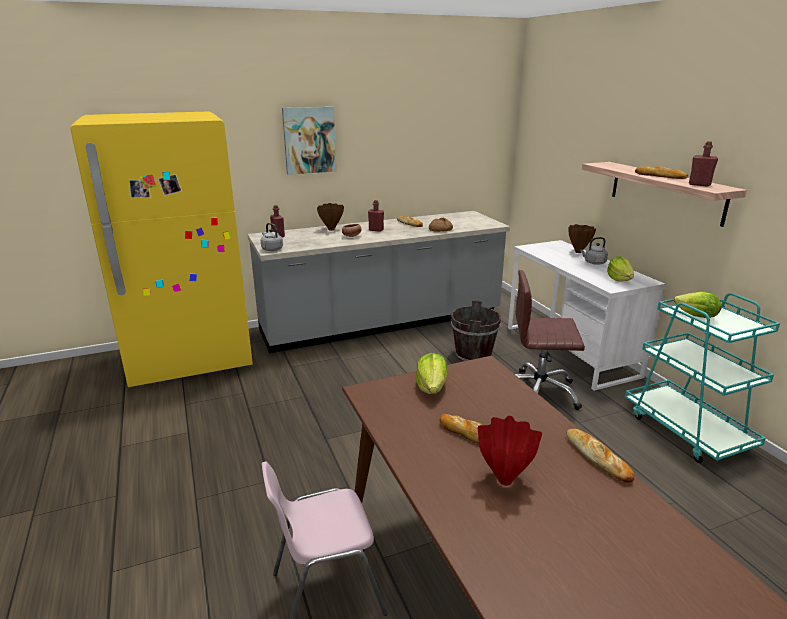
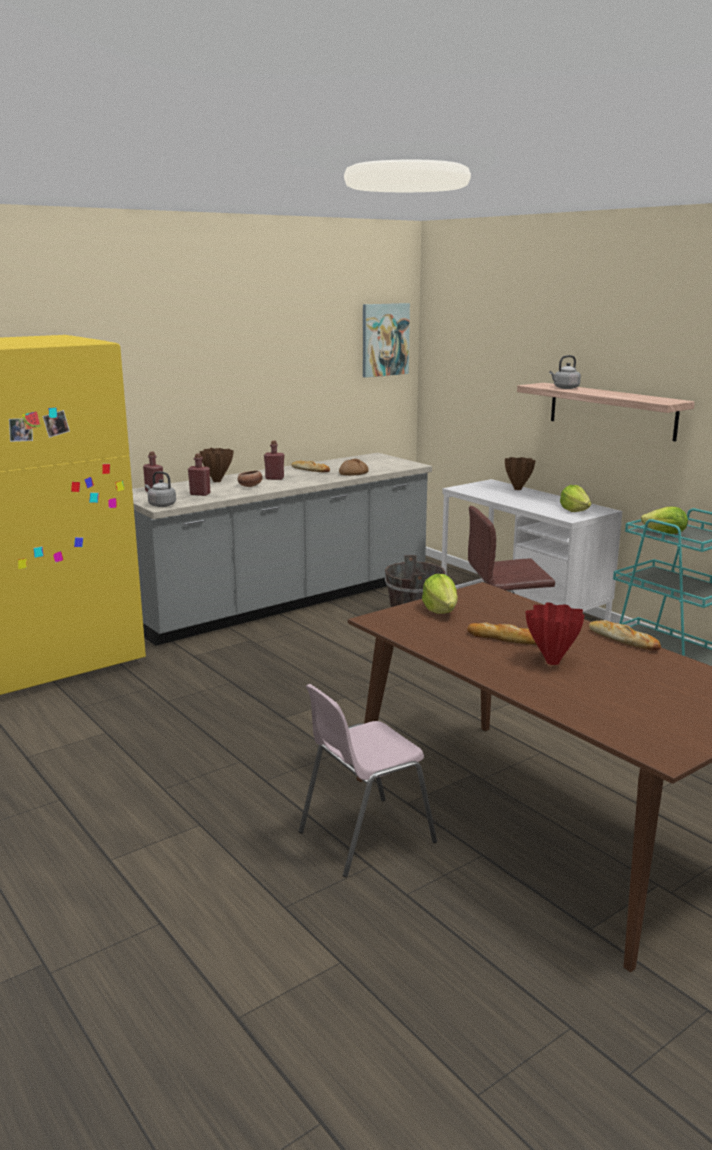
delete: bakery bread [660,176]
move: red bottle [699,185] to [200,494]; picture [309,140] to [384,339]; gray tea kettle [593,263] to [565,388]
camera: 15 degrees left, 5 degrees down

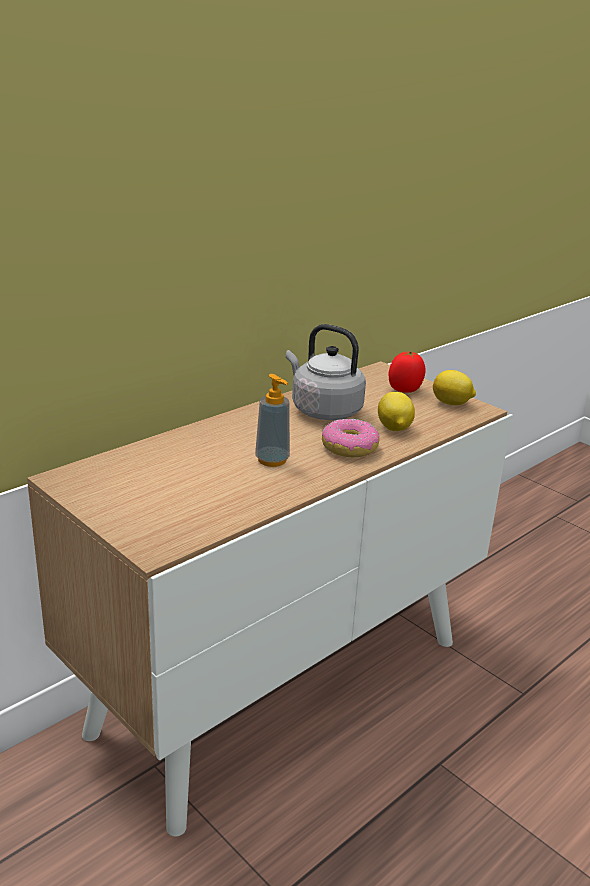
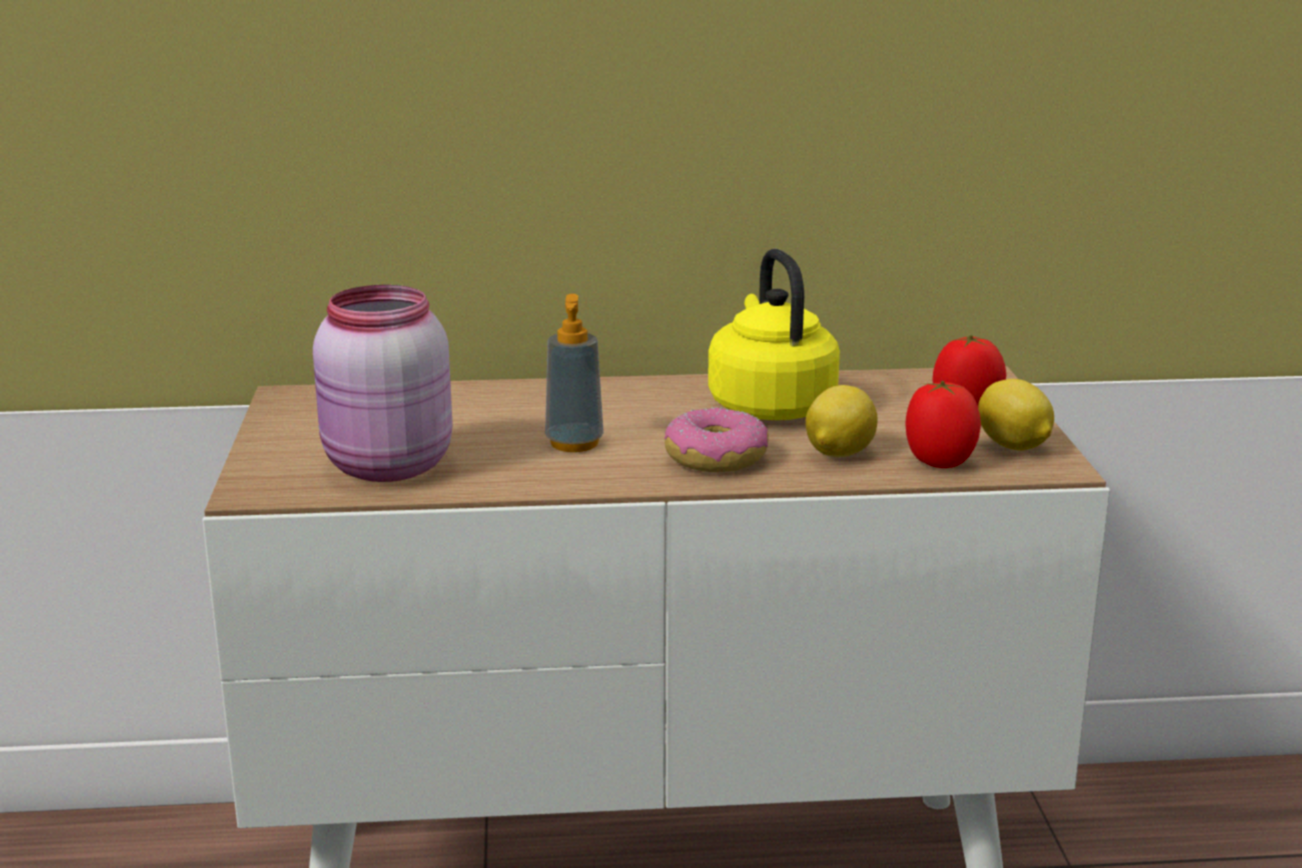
insert: pink-coloured preserve jar [385,467]; tomato [939,462]
recolor: gray tea kettle [323,410] to yellow-coloured tea kettle [769,406]
camera: 40 degrees right, 5 degrees down

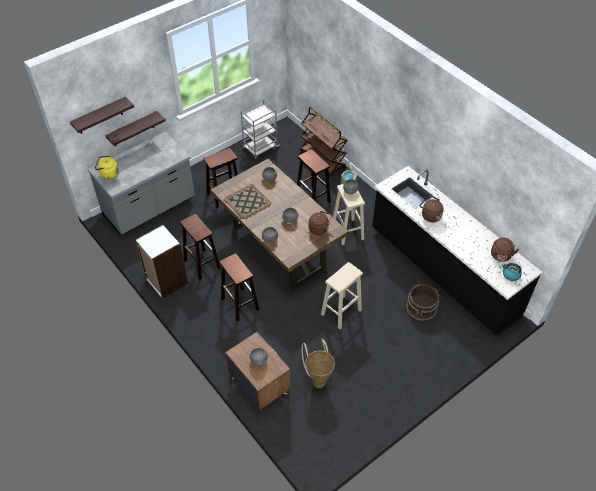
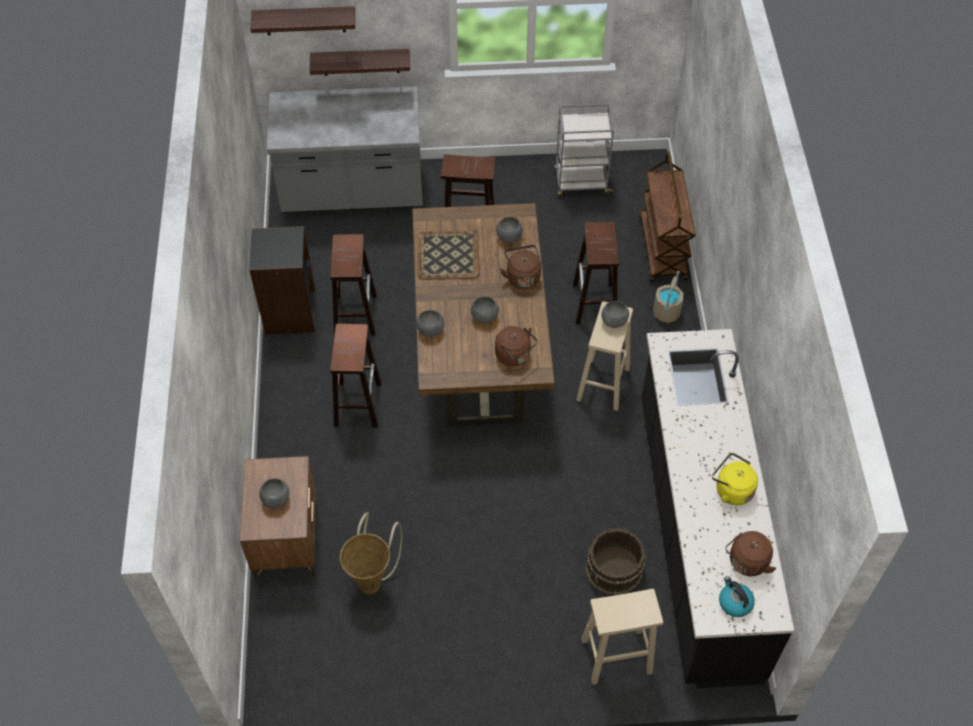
move: brown tea kettle [430,216] to [522,276]; sand-coloured stool seat [341,313] to [615,656]; yellow-coloured tea kettle [108,174] to [731,490]
recolor: white-coloured bookshelf [166,281] to blackish bookshelf [289,313]
camera: 35 degrees right, 5 degrees up

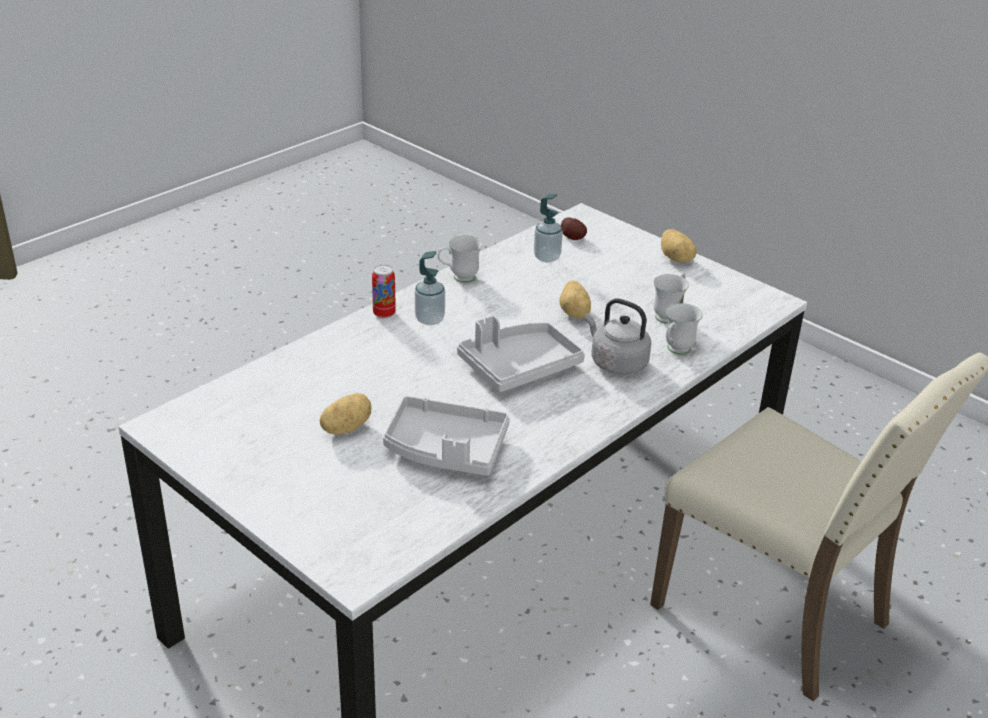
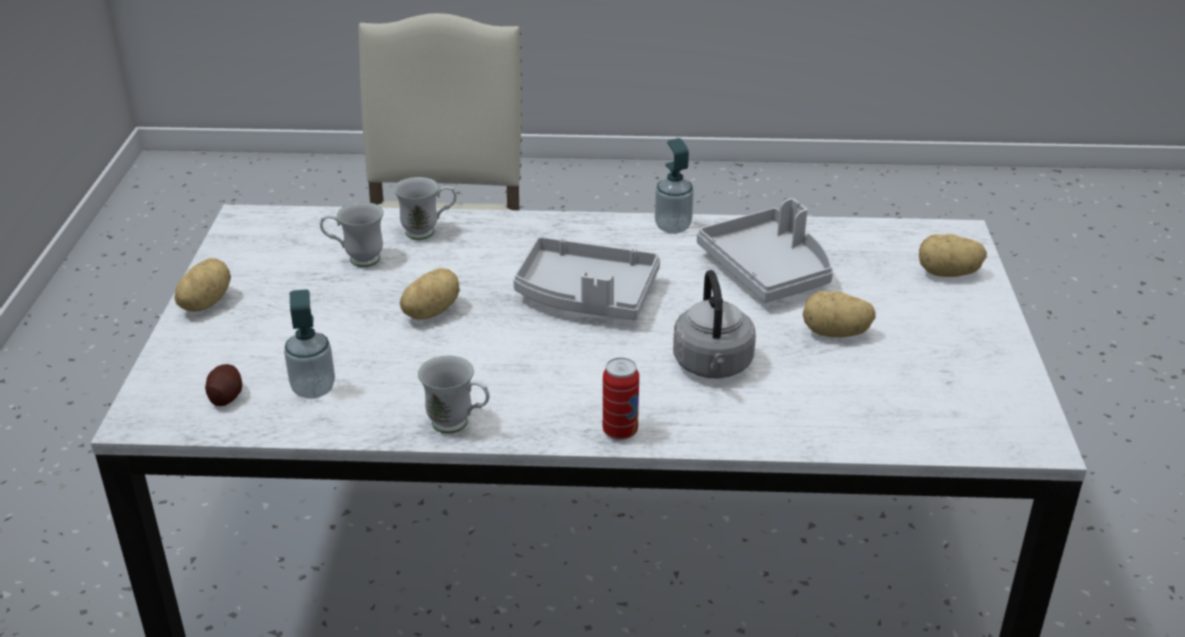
insert: spud [948,274]
move: soap dispenser [429,319] to [673,227]; gray tea kettle [616,363] to [713,366]
camera: 130 degrees left, 0 degrees up

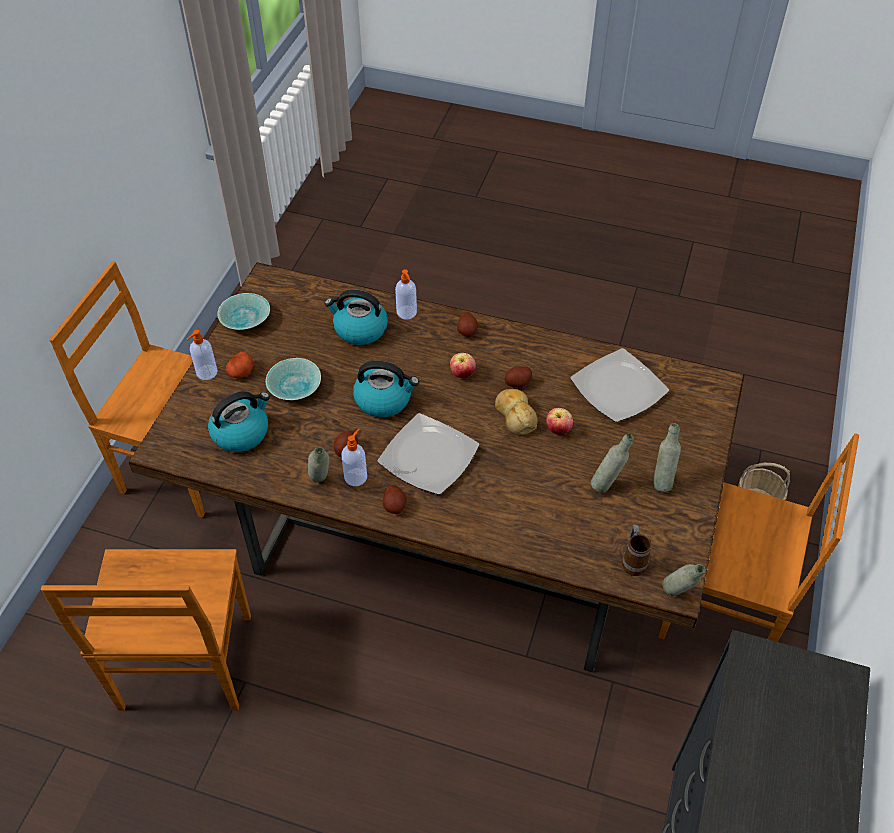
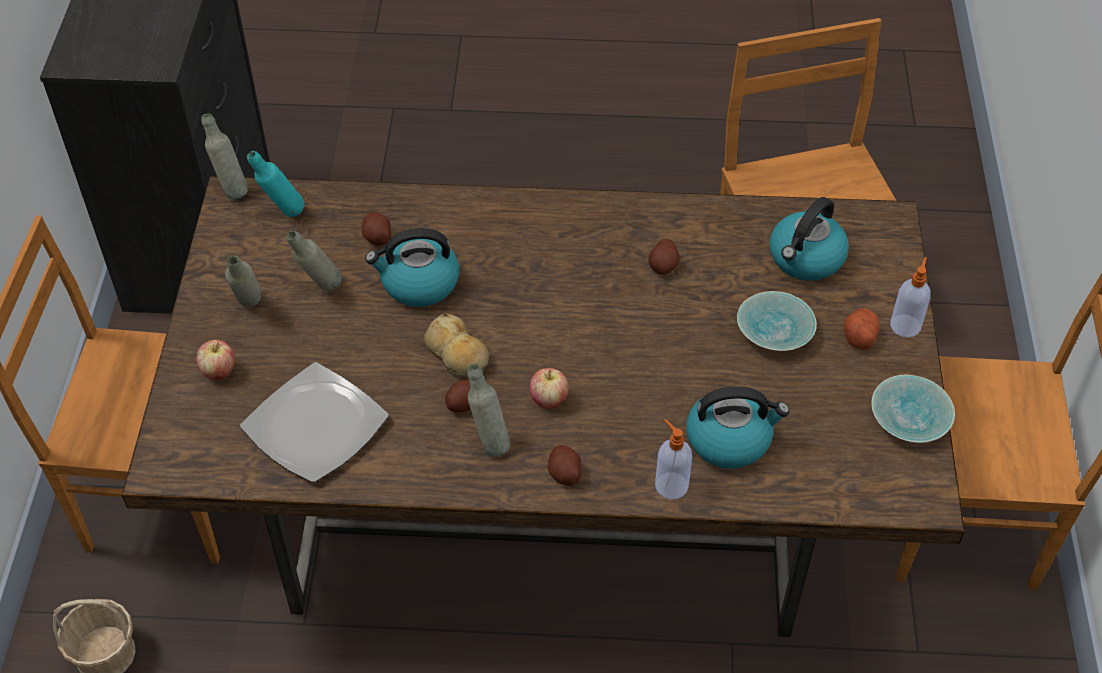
delete: soap dispenser [356,476]; dinner plate [429,456]
move: apple fruit [558,430] to [219,371]; spud [394,505] to [377,237]; tea kettle [384,399] to [418,284]; gray bottle [321,483] to [489,442]
replace: mug [633,561] to turquoise-coloured bottle [283,214]
camera: 165 degrees right, 0 degrees up

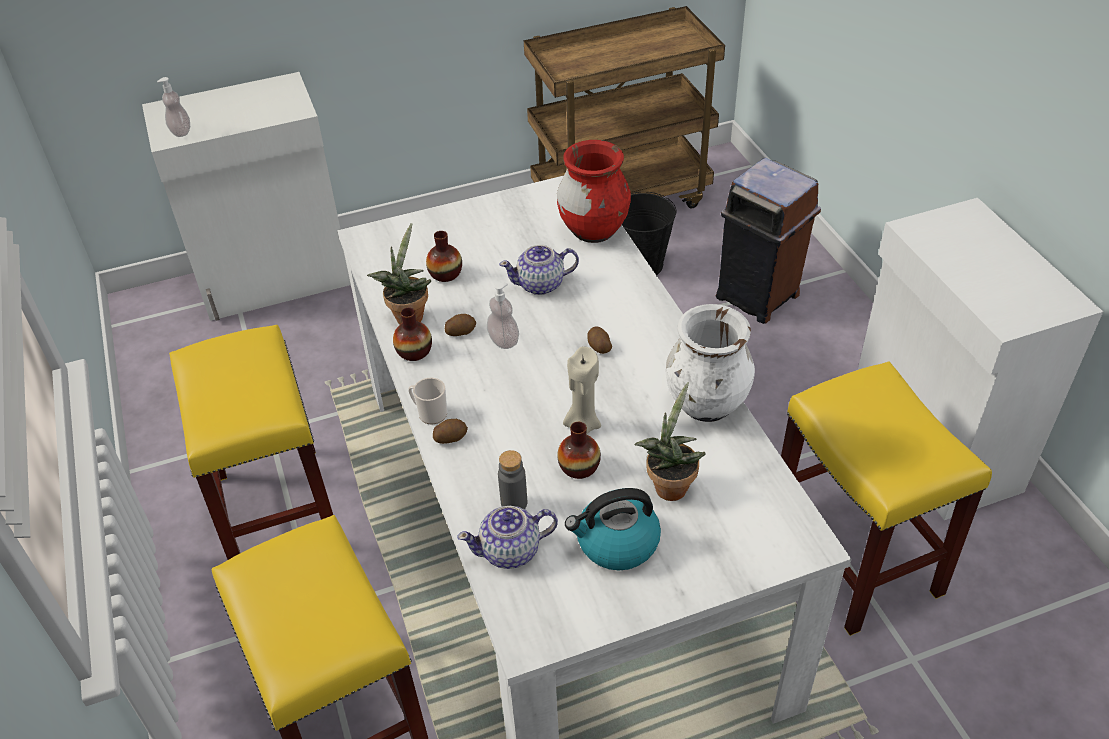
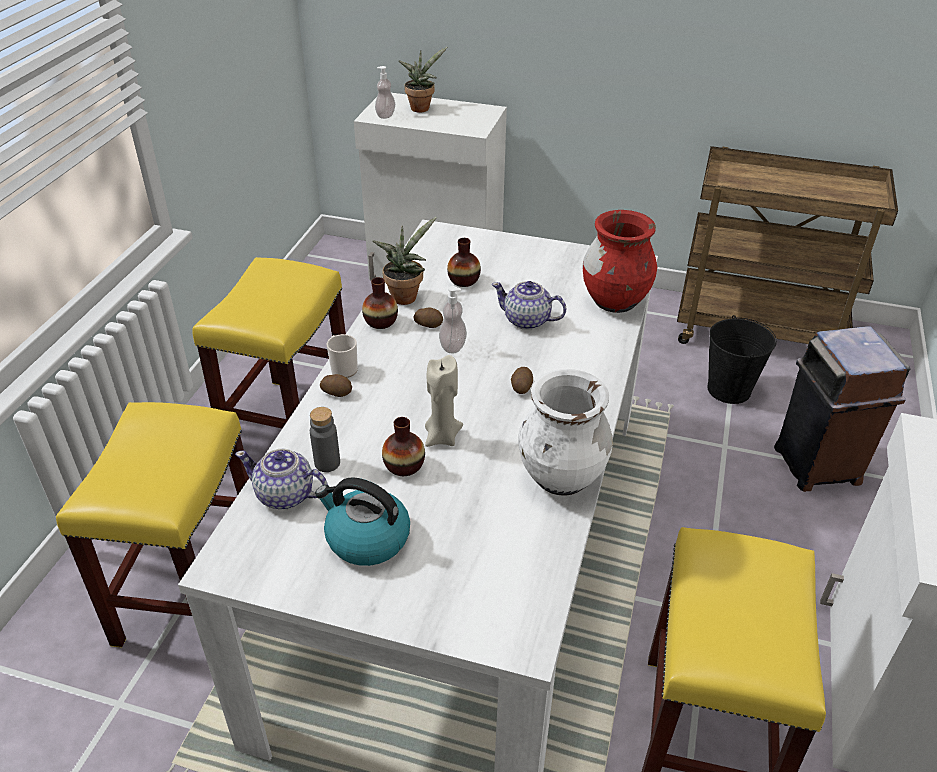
move: potted plant [669,484] to [421,107]
camera: 35 degrees right, 5 degrees down

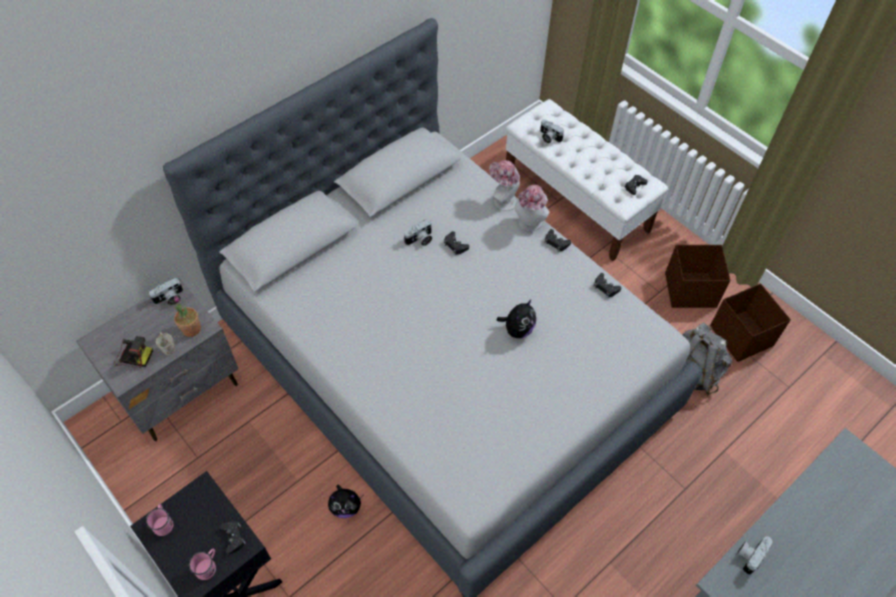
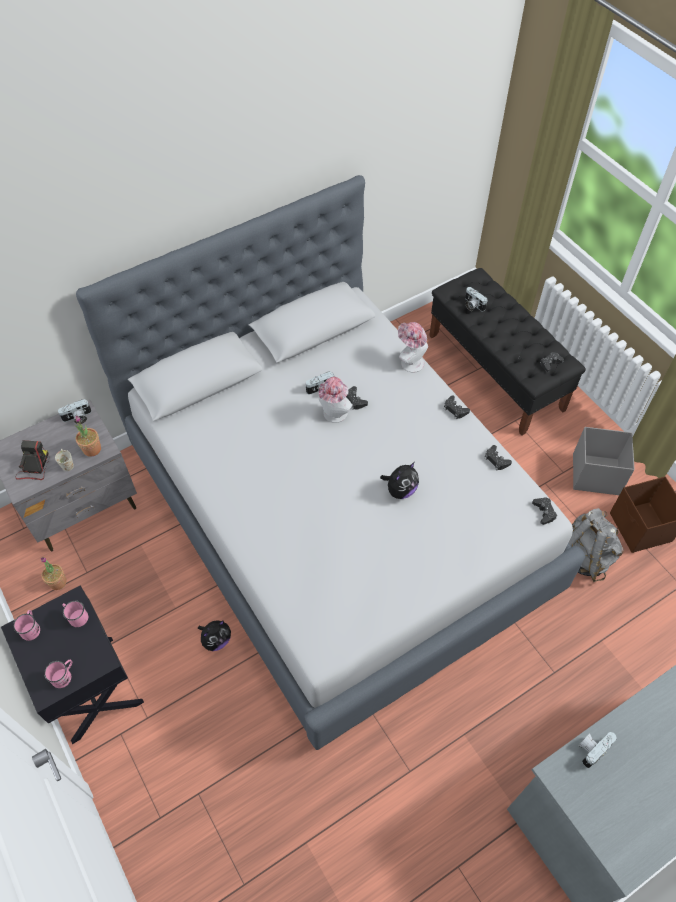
insert: potted plant [58,582]; pink-coloured mug [76,616]
move: wearable hat [529,224] to [333,415]; blackish gamepad [233,537] to [544,512]
recolor: white-coloured bench [576,201] to blackish bench [495,372]; brown storage container [689,290] to gray storage container [594,474]
rotate: photo camera [133,355] = [34,467] 105 degrees counterclockwise; soft toy [346,507] = [216,640] 45 degrees counterclockwise
camera: 10 degrees right, 0 degrees up

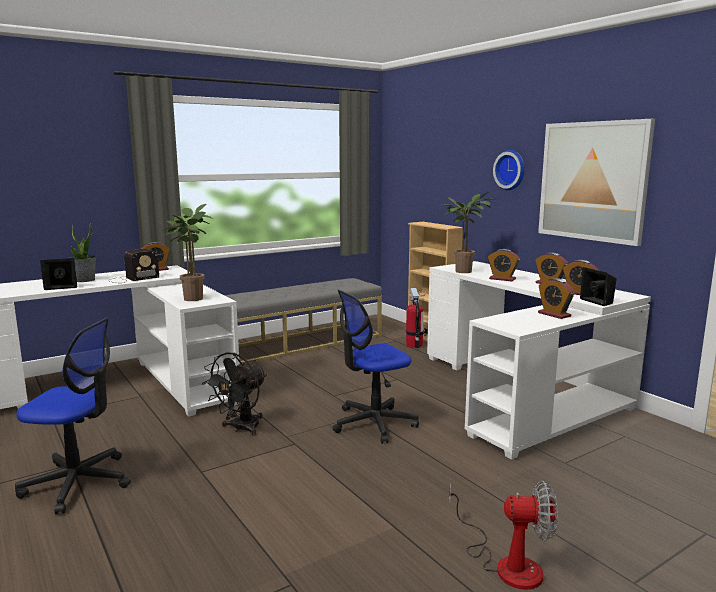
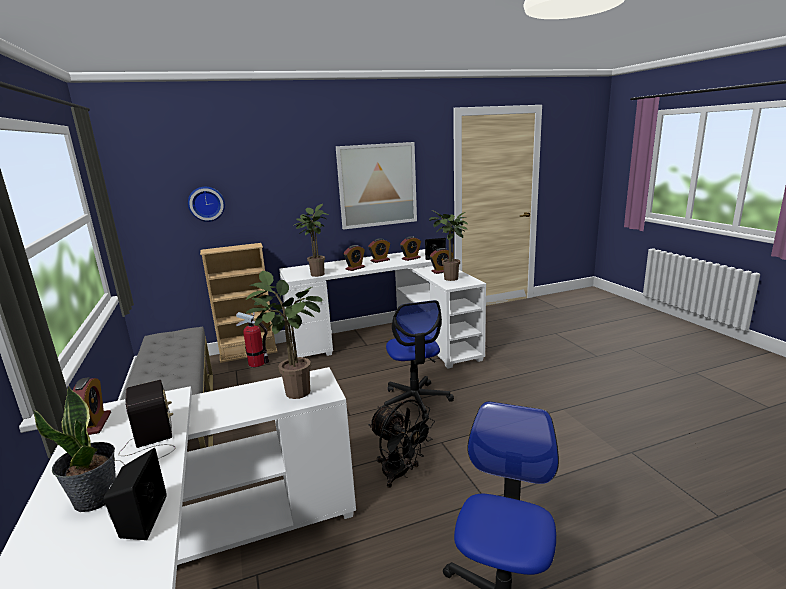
delete: fan [506,563]
insert: potted plant [451,279]
move: clock on the wall [511,170] to [206,203]
camera: 75 degrees left, 5 degrees up

